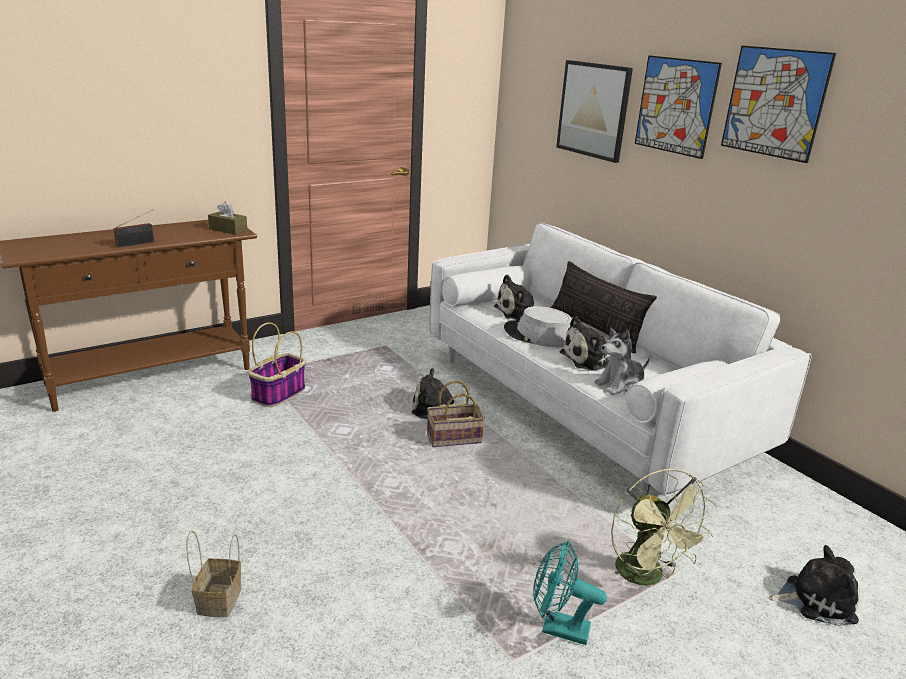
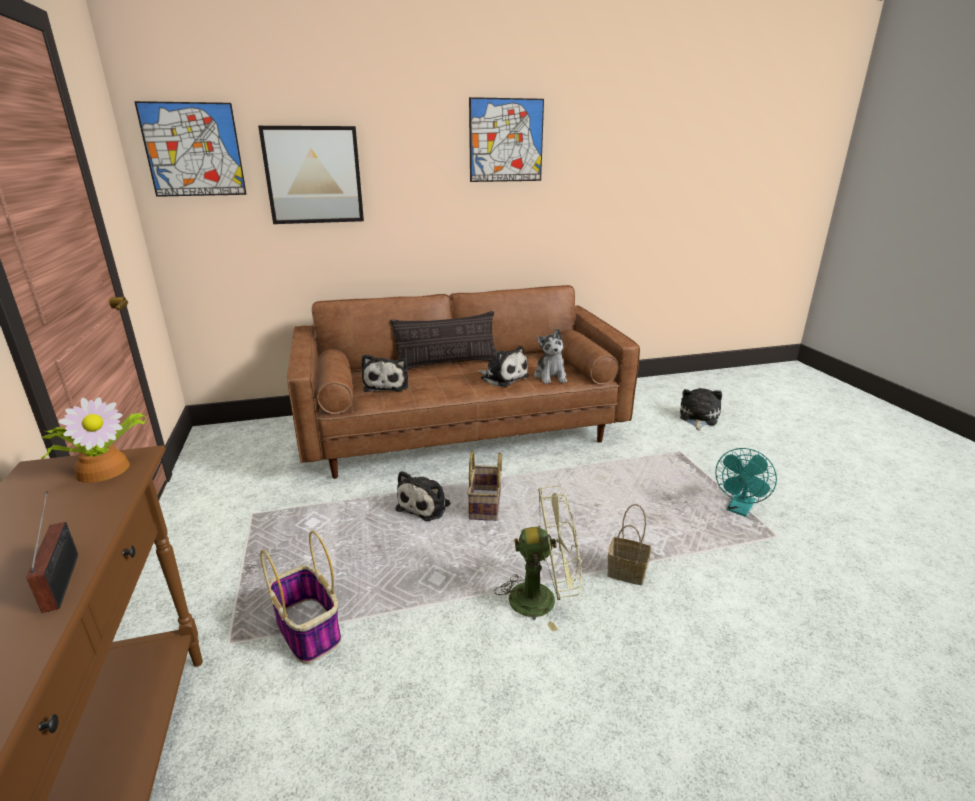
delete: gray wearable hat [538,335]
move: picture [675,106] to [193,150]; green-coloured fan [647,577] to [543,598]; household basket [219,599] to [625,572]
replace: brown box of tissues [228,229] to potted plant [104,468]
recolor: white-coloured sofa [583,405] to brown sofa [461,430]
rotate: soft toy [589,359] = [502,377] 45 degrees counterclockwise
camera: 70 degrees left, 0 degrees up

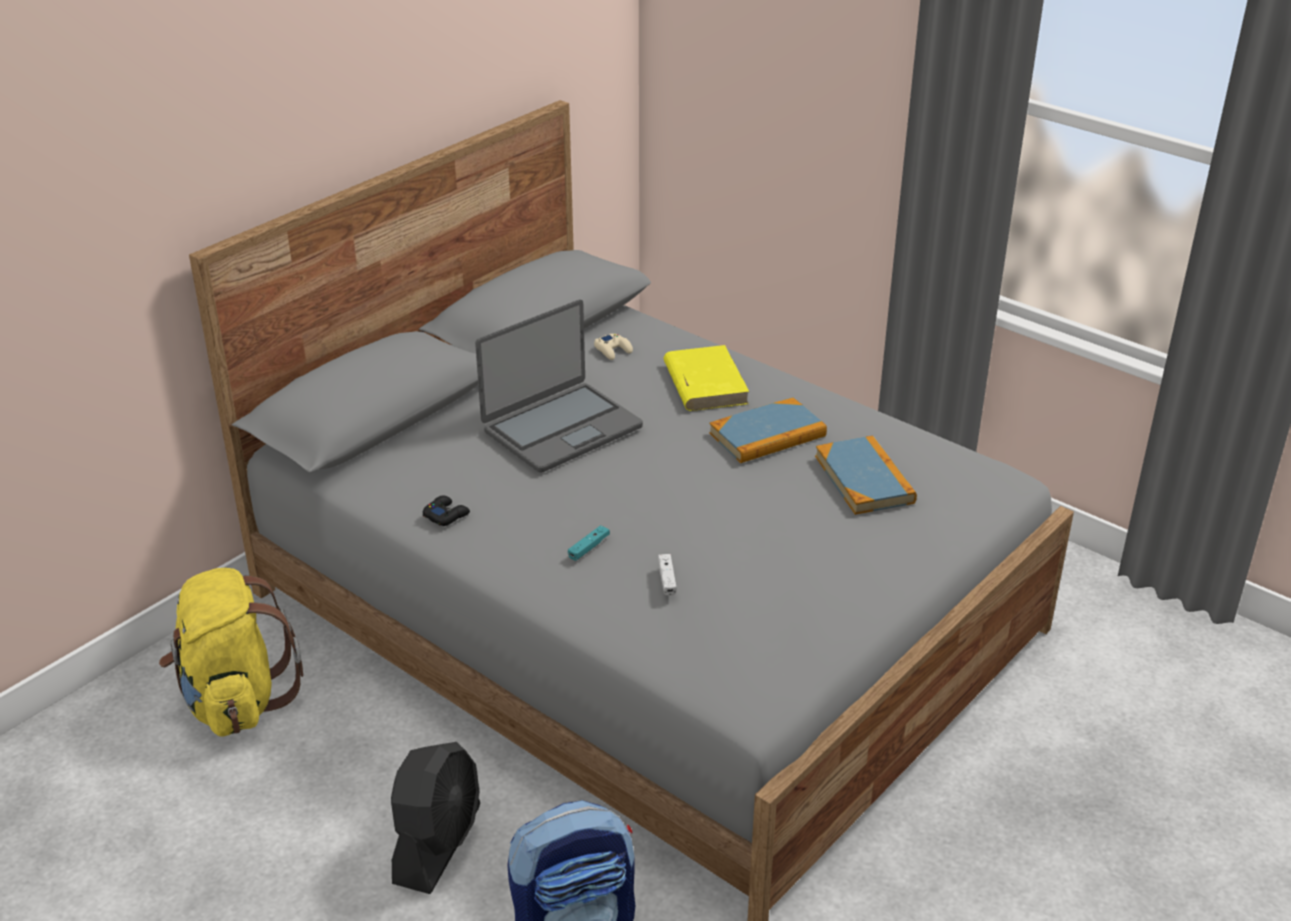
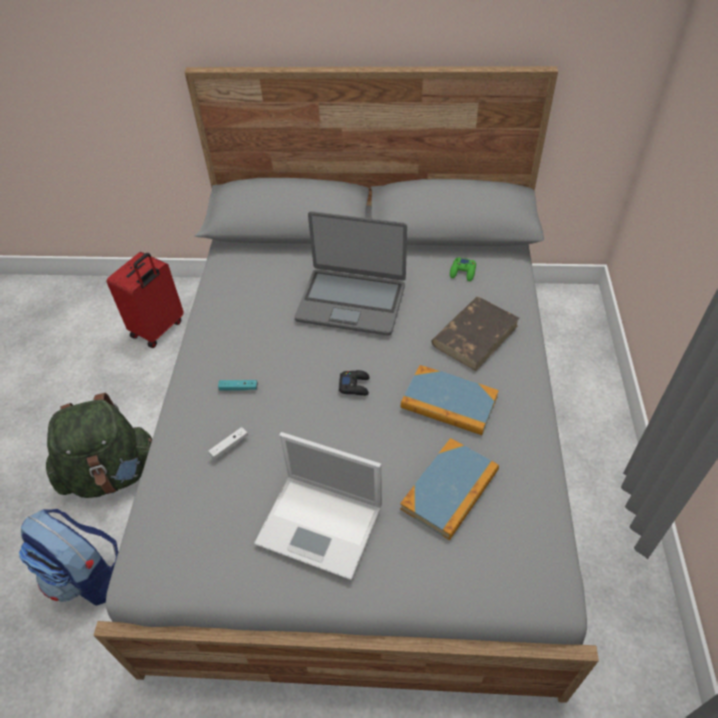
insert: notebook computer [322,525]
move: blackish gamepad [446,515] to [354,385]
replace: blackish fan [438,844] to green-coloured rucksack [112,474]; yellow-coloured rucksack [235,700] to red travel case [158,329]
recolor: yellow-coloured bound book [705,383] to brown bound book [475,335]; sand-coloured gamepad [613,350] to green-coloured gamepad [463,272]
camera: 55 degrees right, 15 degrees up

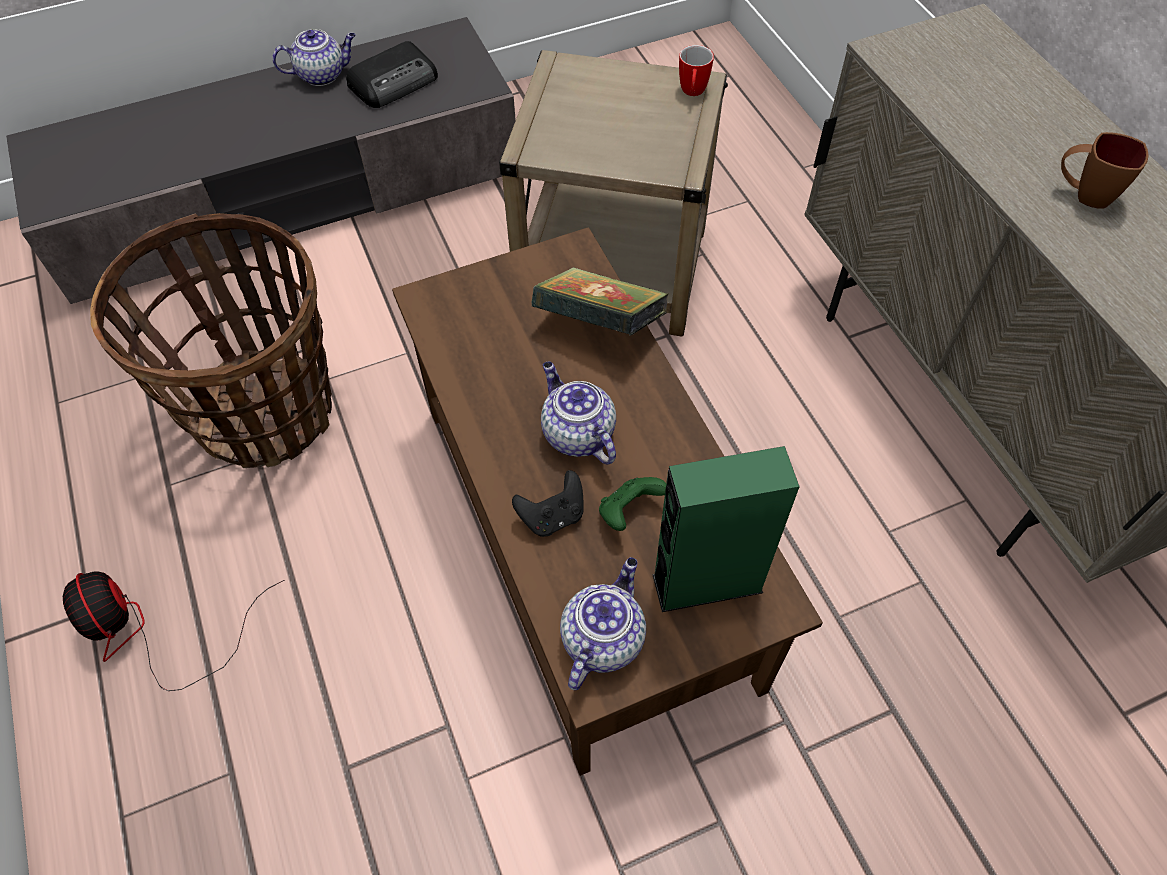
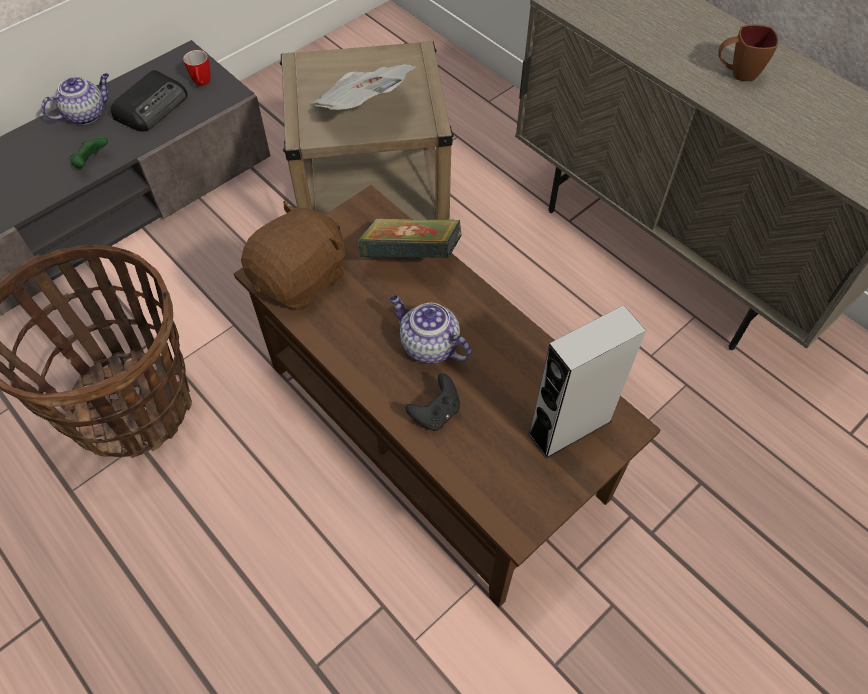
delete: fan [151,632]; teapot [602,638]
insert: brown soft toy [301,278]; newspaper [364,107]
move: green-coloured gamepad [628,511] to [92,162]; mug [692,94] to [202,84]
recolor: green-coloured audio speaker [707,583] to gray audio speaker [569,427]
camera: 20 degrees left, 0 degrees up

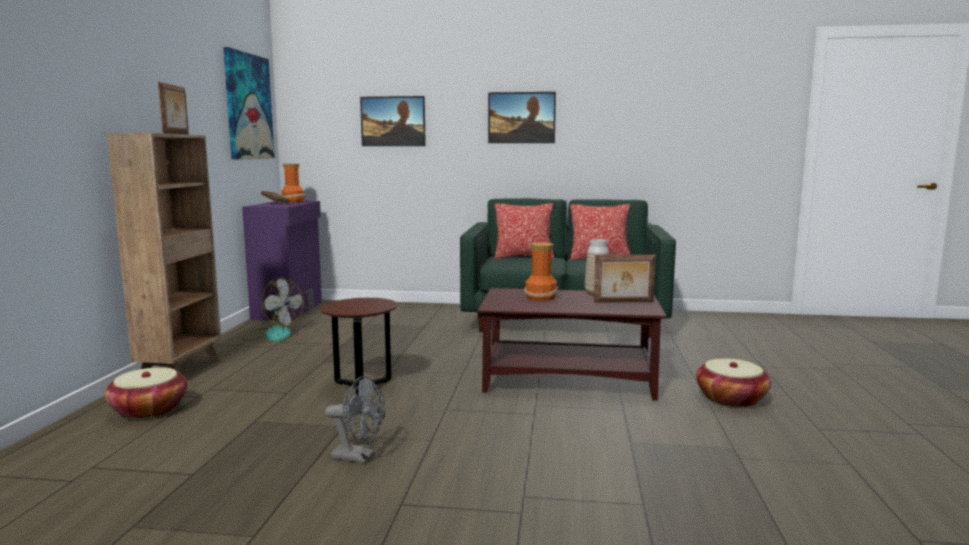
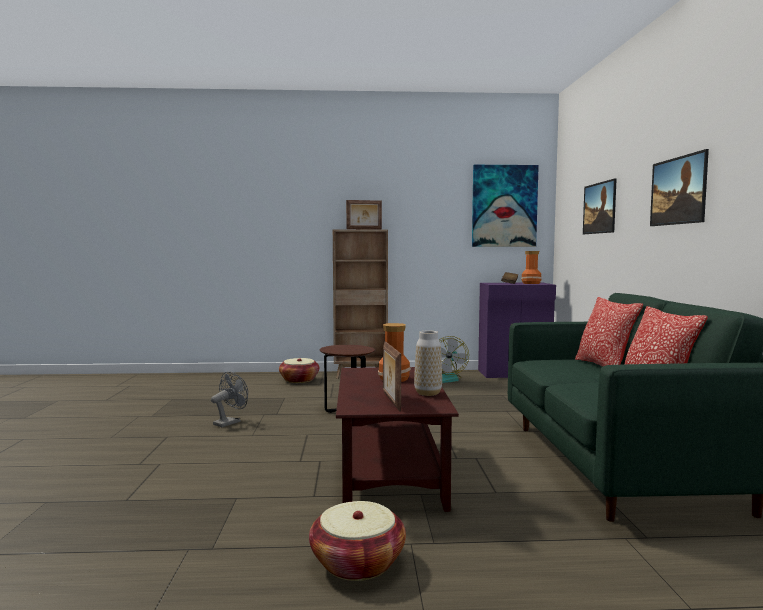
rotate: gray fan [359,457] = [230,422] 150 degrees counterclockwise
camera: 80 degrees right, 5 degrees down

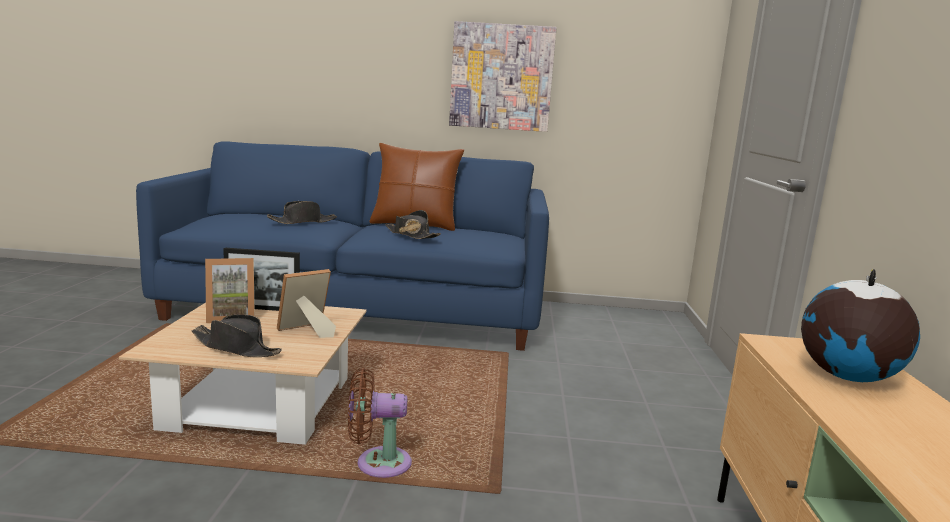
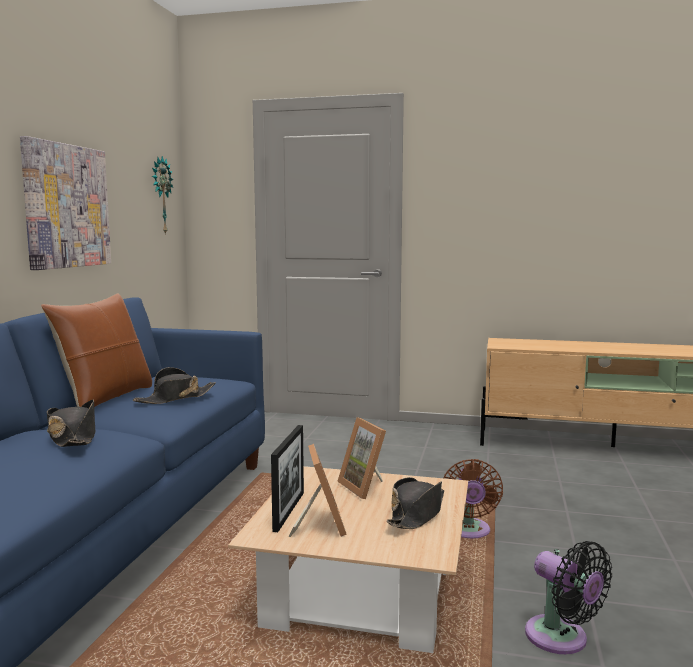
delete: globe [846,377]
insert: clock on the wall [160,195]; blackish fan [561,639]
camera: 80 degrees left, 5 degrees down

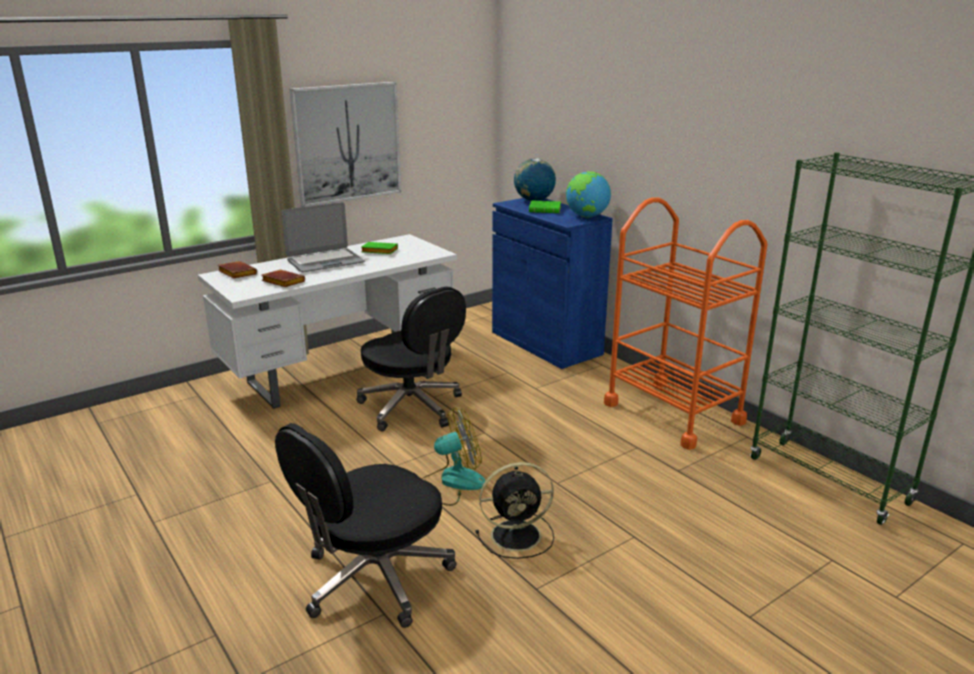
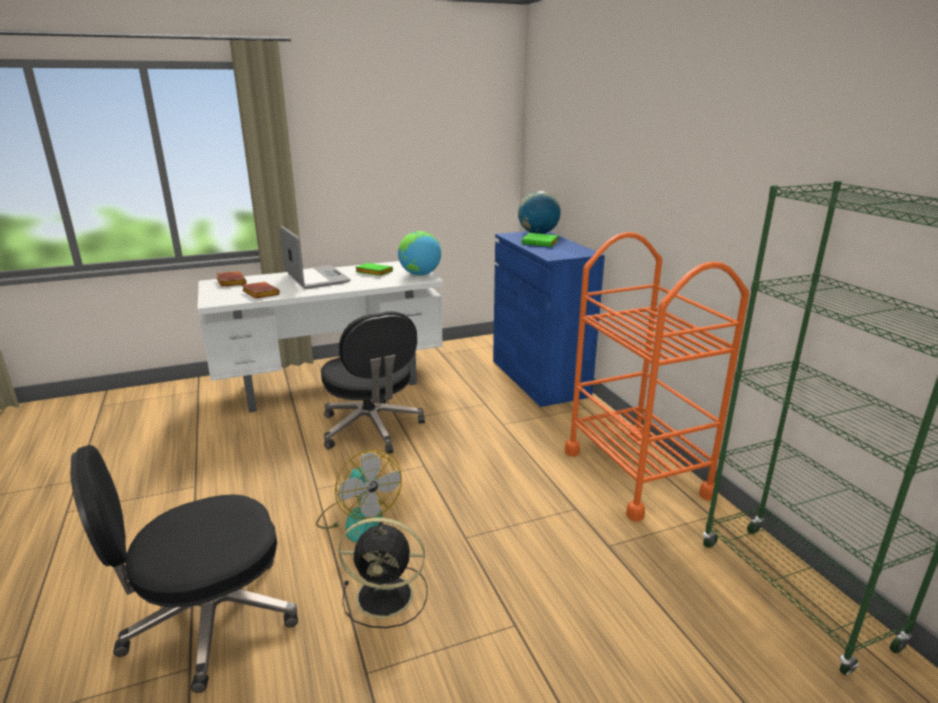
delete: picture [347,143]
move: globe [586,216] to [419,274]
rotate: notebook computer [325,262] = [316,278] 105 degrees counterclockwise; fan [452,482] = [358,517] 60 degrees clockwise
camera: 15 degrees right, 0 degrees up

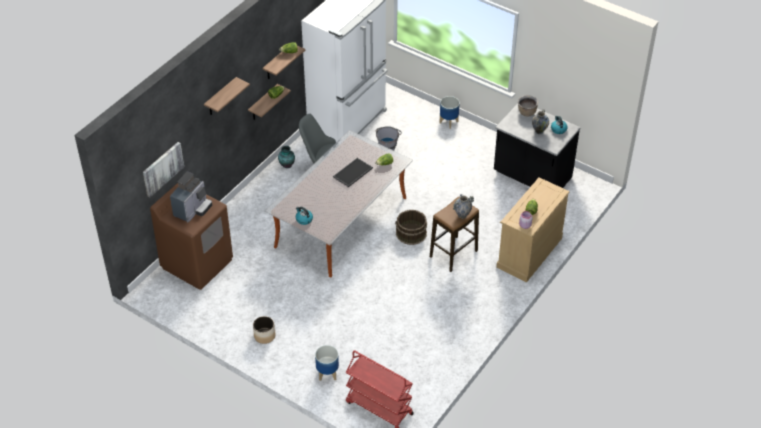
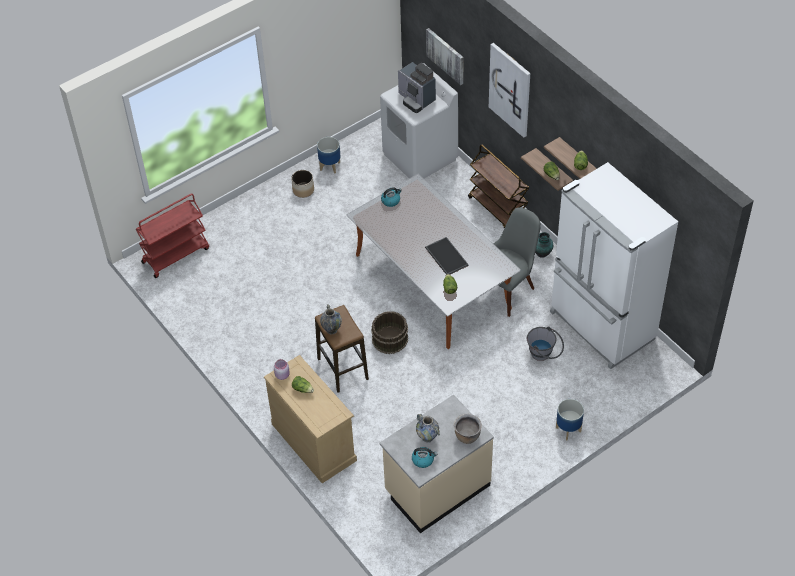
insert: brown trolley [498,209]
move: flower pot [327,373] to [330,166]
replace: shelf [220,97] to picture [510,89]
recolor: blackish counter [532,176] to sand-coloured counter [437,488]; brown washing machine [197,263] to white-coloured washing machine [420,157]
camera: 110 degrees right, 5 degrees up

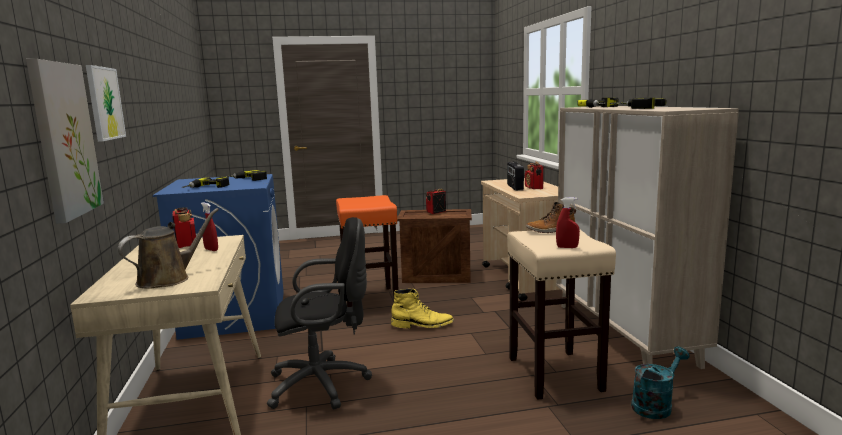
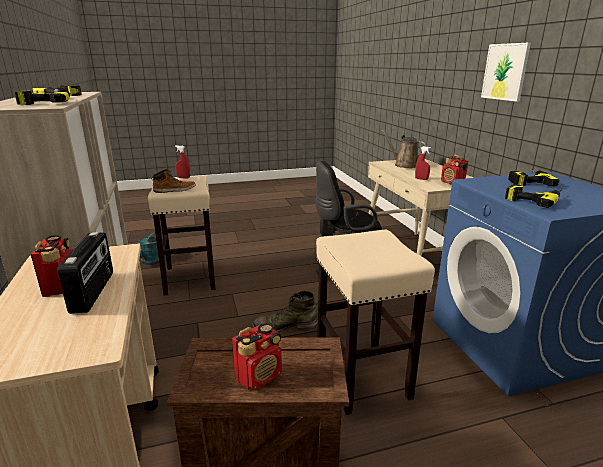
delete: picture [64,140]
recolor: yellow-coloured tall boot [422,325] to green-coloured tall boot [285,326]; orange stool seat [370,299] to sand-coloured stool seat [363,377]
rotate: brown sprinkling can [168,279] = [404,165] 105 degrees clockwise
camera: 175 degrees right, 10 degrees up

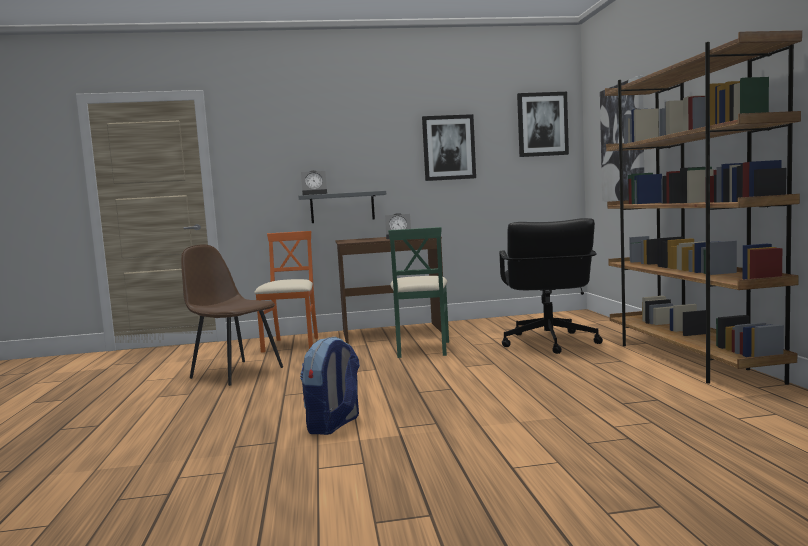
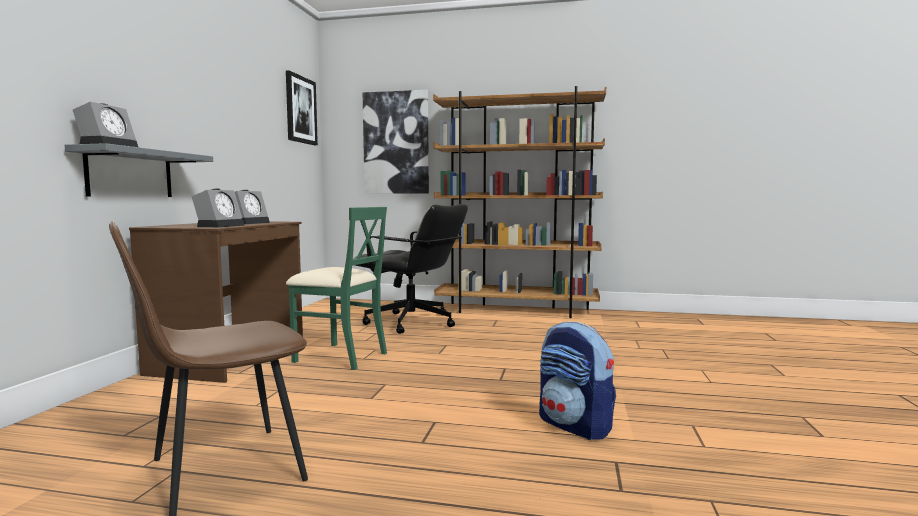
delete: orange chair [292,345]; picture [448,147]
insert: table clock [220,226]
camera: 70 degrees left, 0 degrees up

